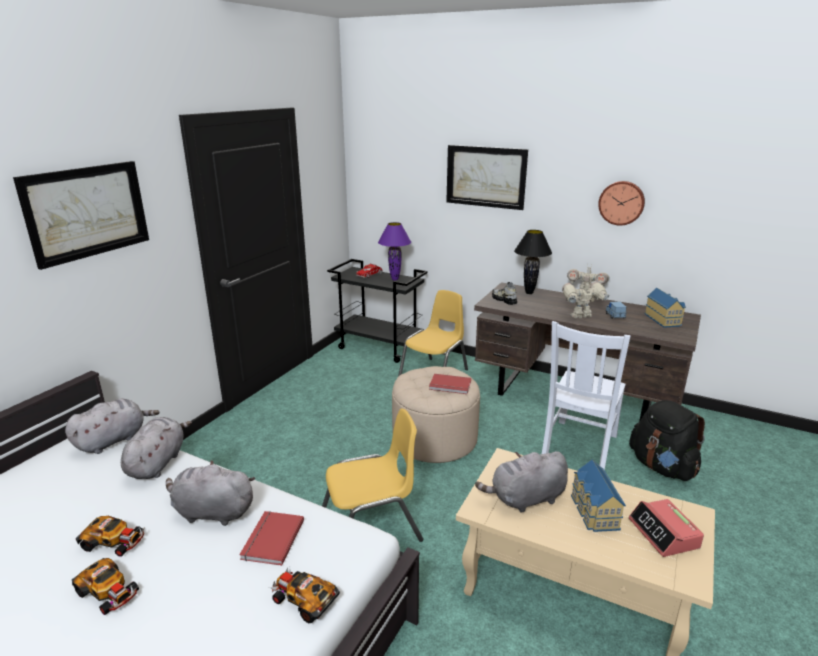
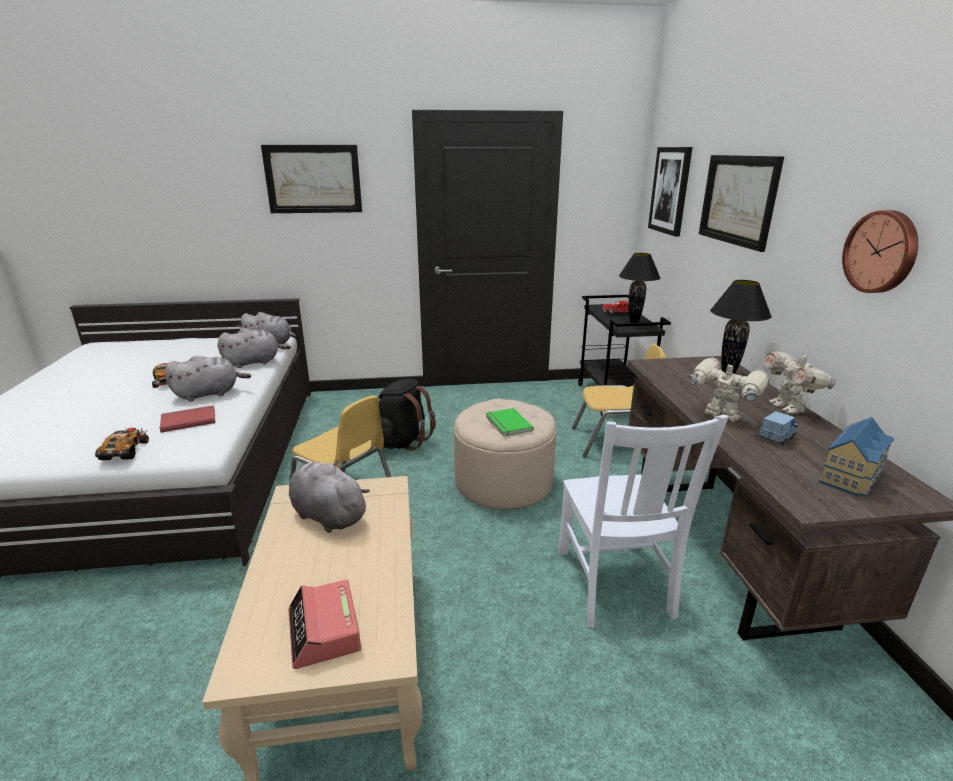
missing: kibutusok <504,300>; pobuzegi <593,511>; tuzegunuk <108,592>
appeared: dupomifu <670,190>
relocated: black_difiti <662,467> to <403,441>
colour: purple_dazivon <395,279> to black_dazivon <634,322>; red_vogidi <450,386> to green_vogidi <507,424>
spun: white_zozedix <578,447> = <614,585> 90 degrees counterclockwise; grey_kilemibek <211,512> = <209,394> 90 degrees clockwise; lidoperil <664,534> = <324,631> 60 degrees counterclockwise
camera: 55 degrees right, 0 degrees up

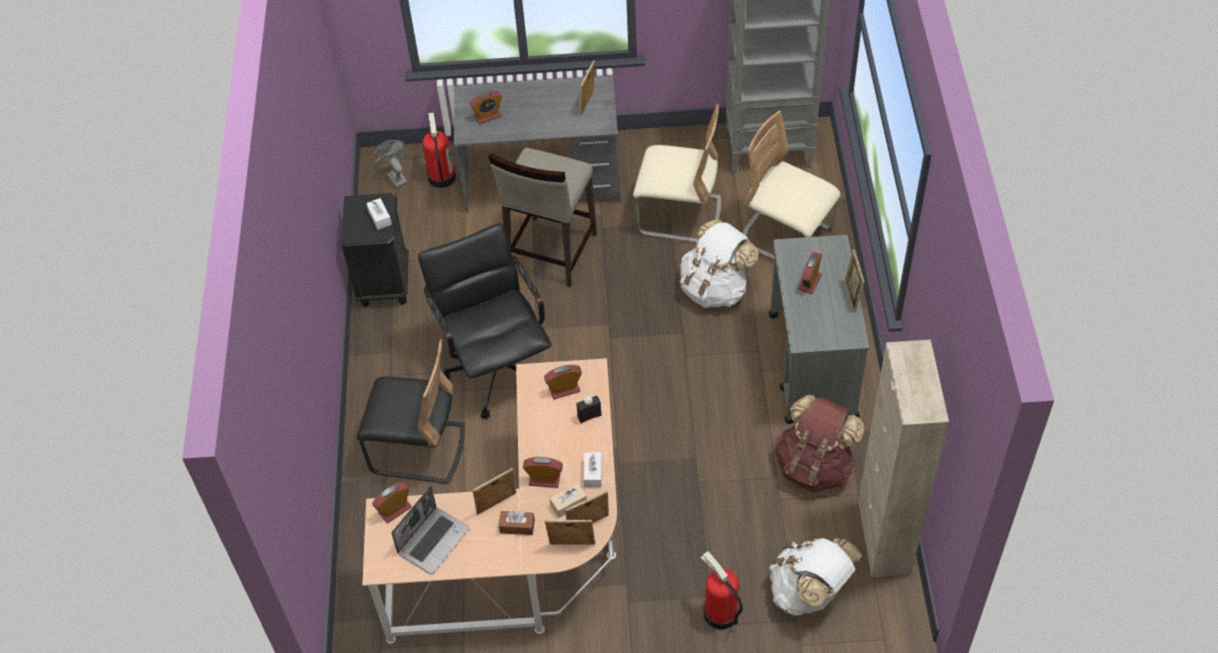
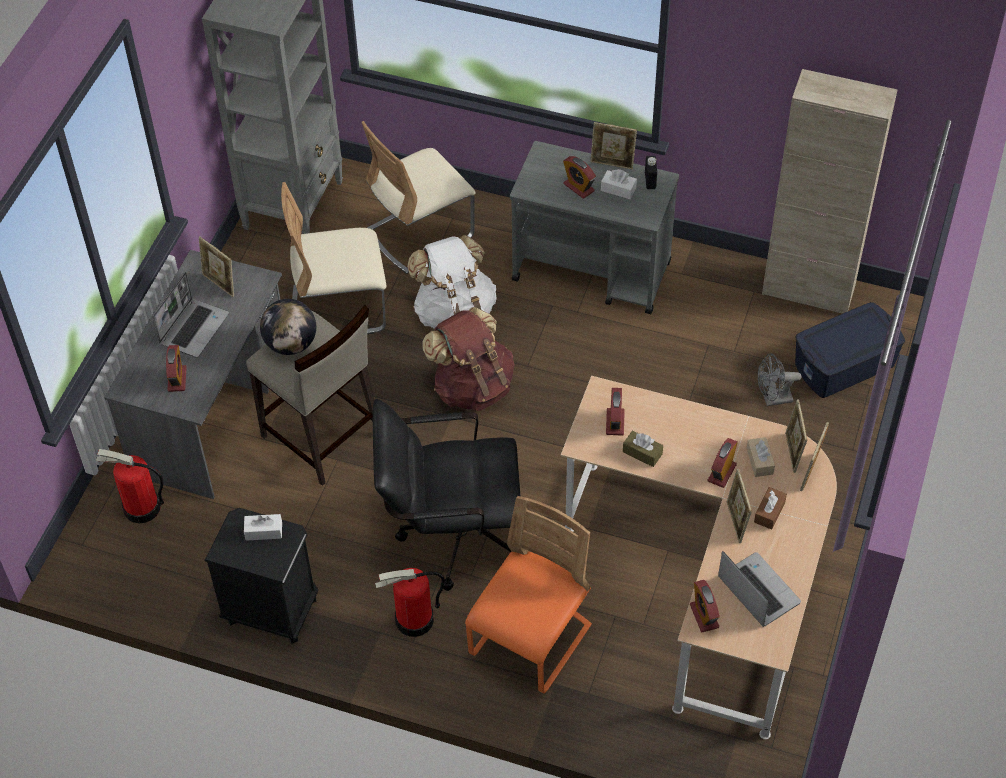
appeared: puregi <194,328>; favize <291,344>; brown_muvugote <642,453>
relocated: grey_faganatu <395,177> to <773,399>; brown_difiti <814,466> to <472,386>; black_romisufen <589,416> to <650,181>; white_muvugote <593,473> to <618,189>; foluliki <720,613> to <414,620>
exchanged: white_difiti <809,592> to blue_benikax <845,365>
colour: black_zozedix <418,449> to orange_zozedix <530,641>
spun: beige_zozedix <679,216> = <339,309> 135 degrees counterclockwise
camera: 70 degrees left, 0 degrees up

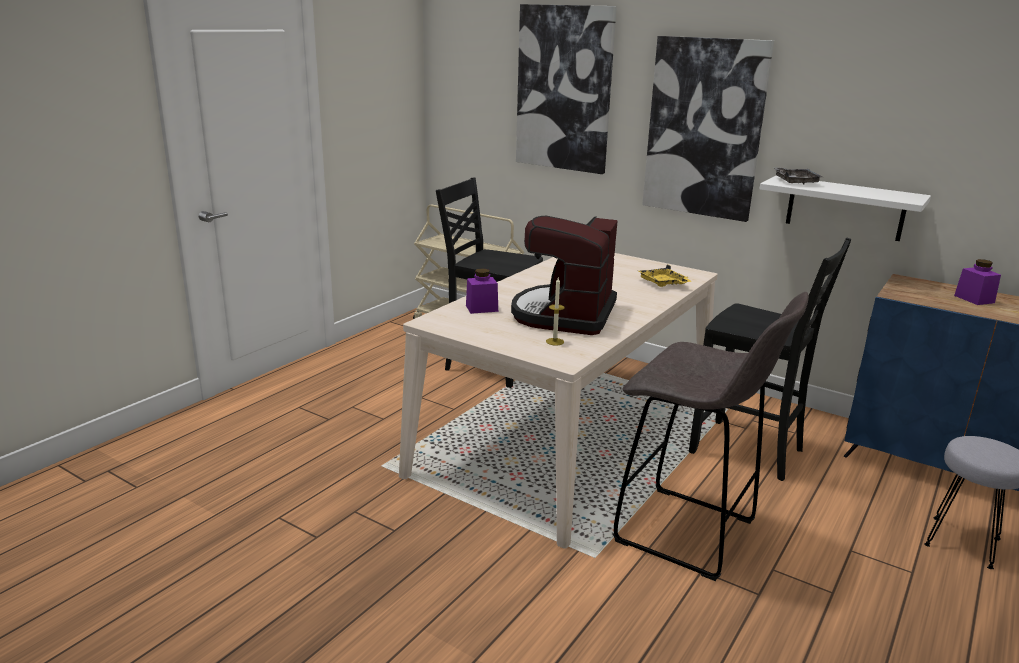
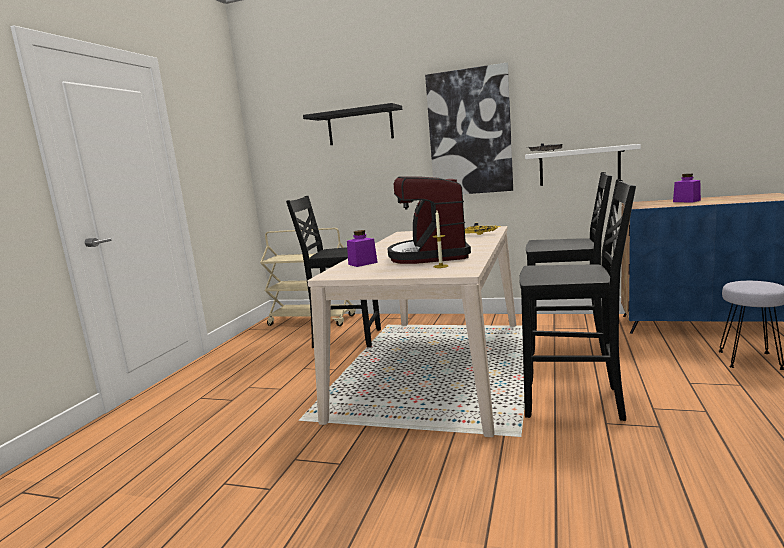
exchanged: dupomifu <564,89> to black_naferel <360,126>; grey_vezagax <689,533> to black_zozedix <575,402>
camera: 15 degrees left, 10 degrees down

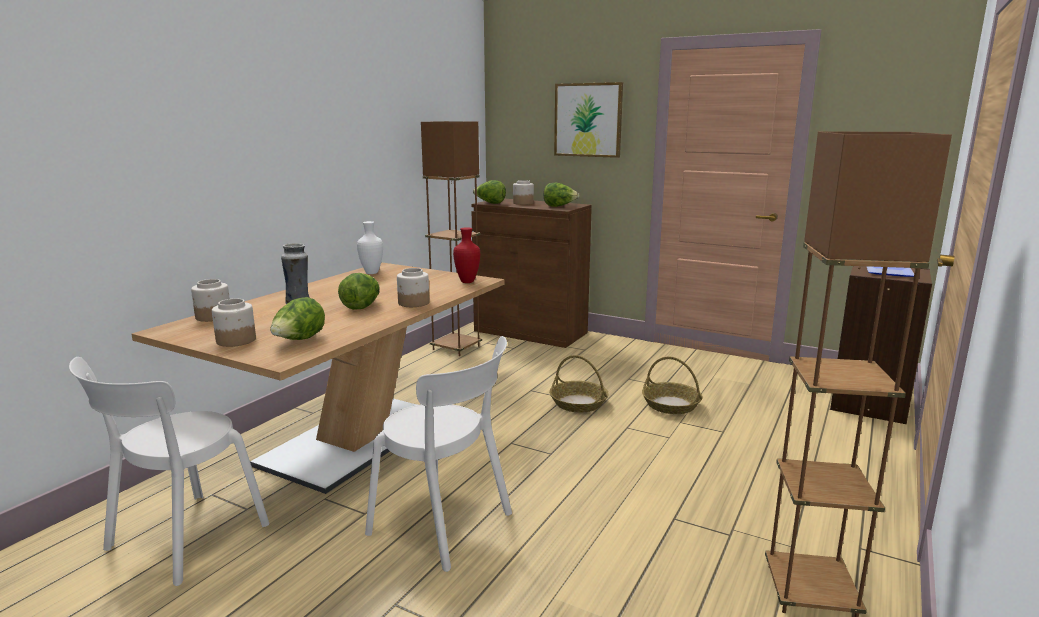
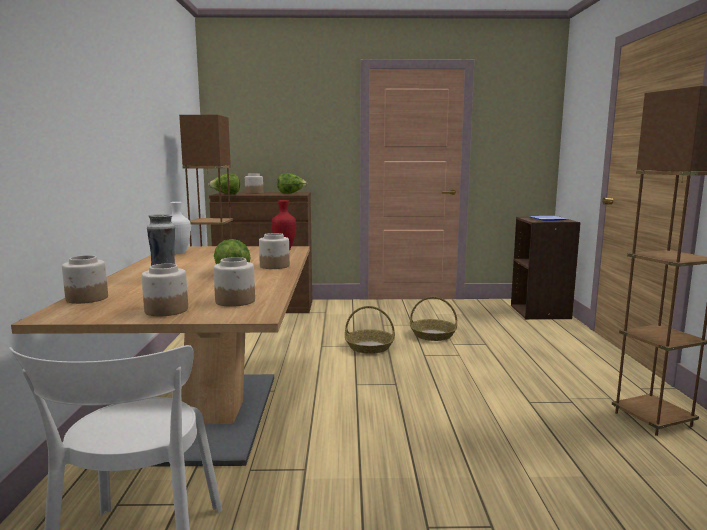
missing: dupomifu <588,120>; white_zozedix <445,525>
exchanged: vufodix <299,340> to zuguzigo <235,301>
camera: 30 degrees left, 5 degrees down

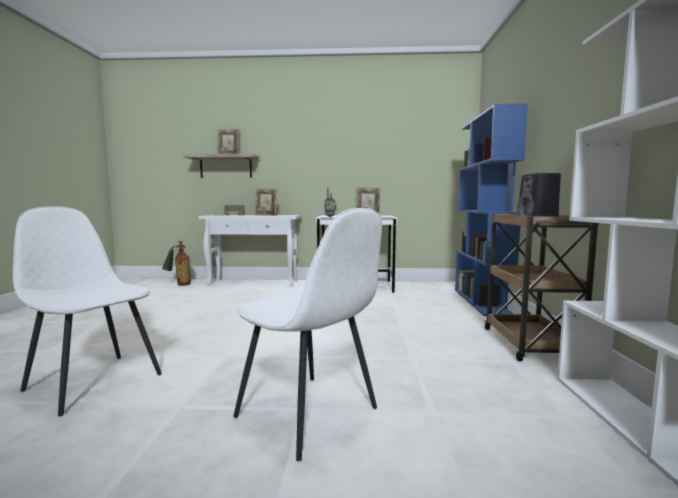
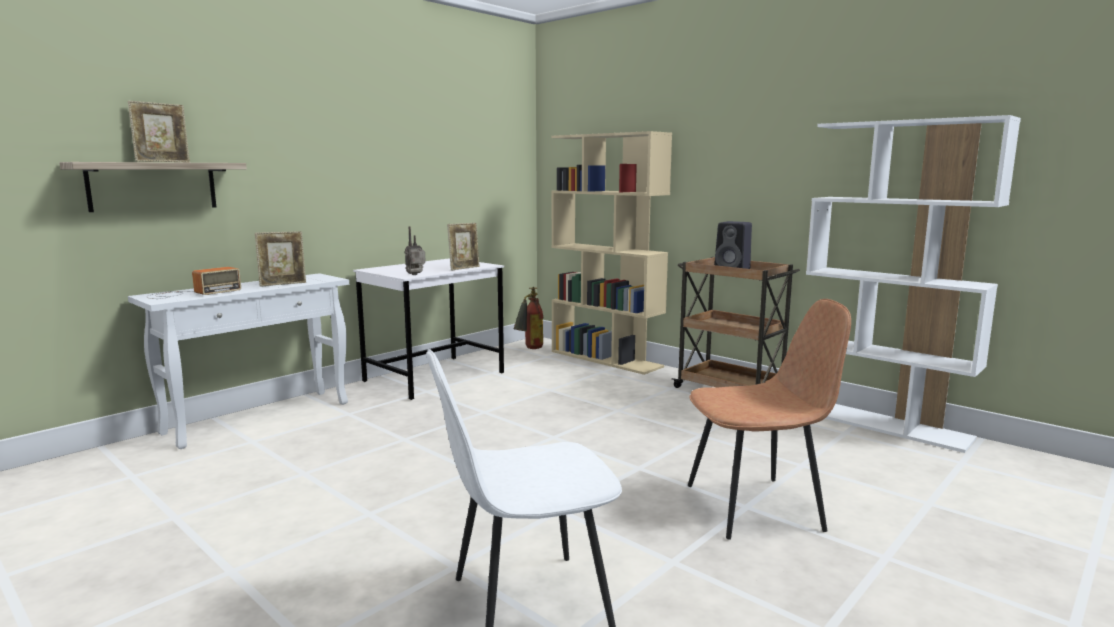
relocated: foluliki <178,284> to <529,348>
colour: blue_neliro <482,301> to beige_neliro <606,359>; white_zozedix <309,414> to brown_zozedix <757,507>
camera: 50 degrees left, 5 degrees up

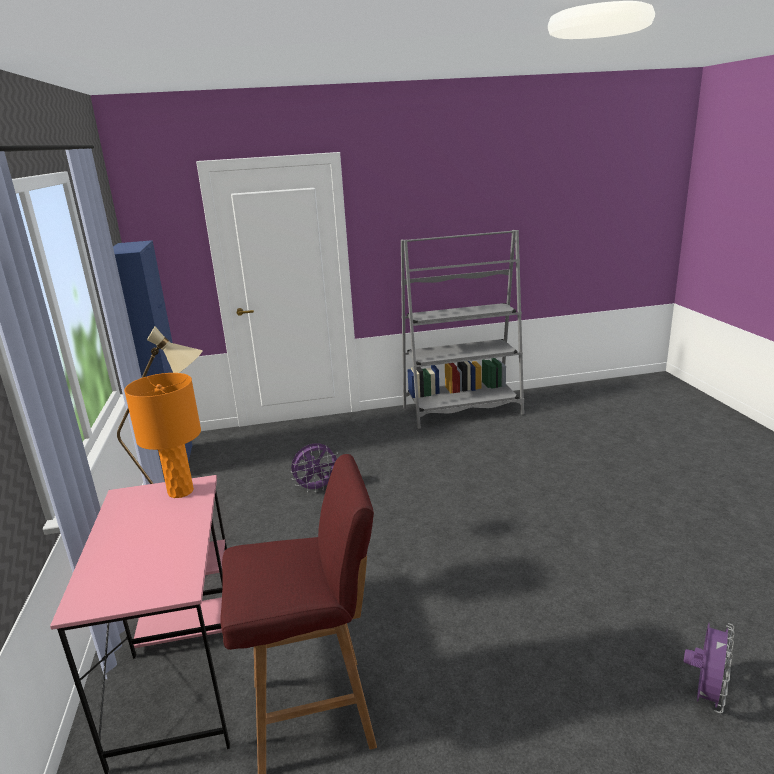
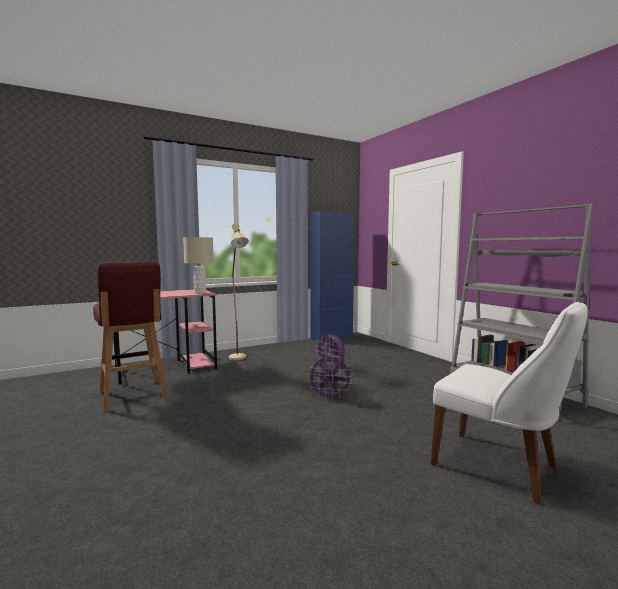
appeared: white_zozedix <500,467>
relocated: purple_faganatu <705,695> to <330,397>
colour: orange_dazivon <180,491> to beige_dazivon <200,292>
camera: 70 degrees right, 15 degrees down

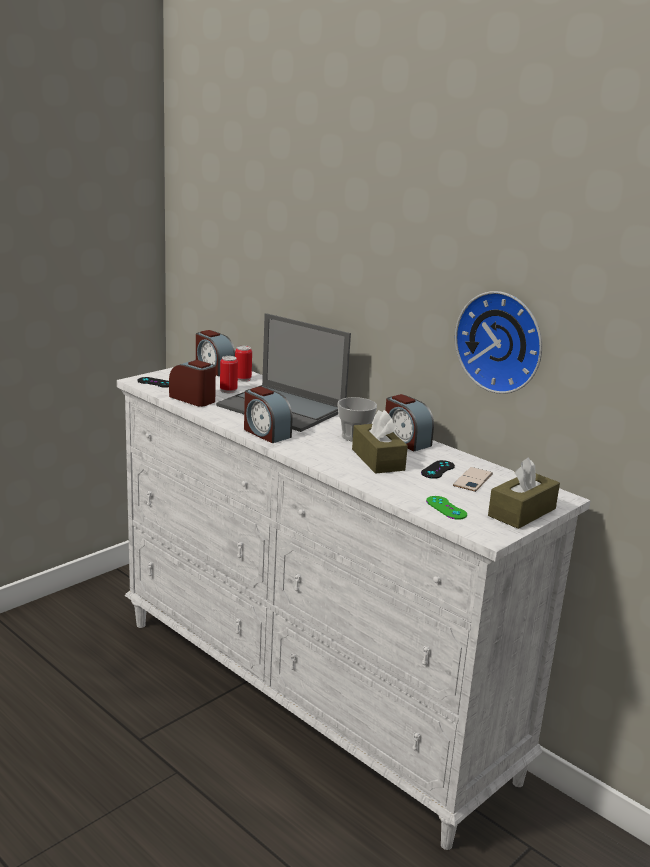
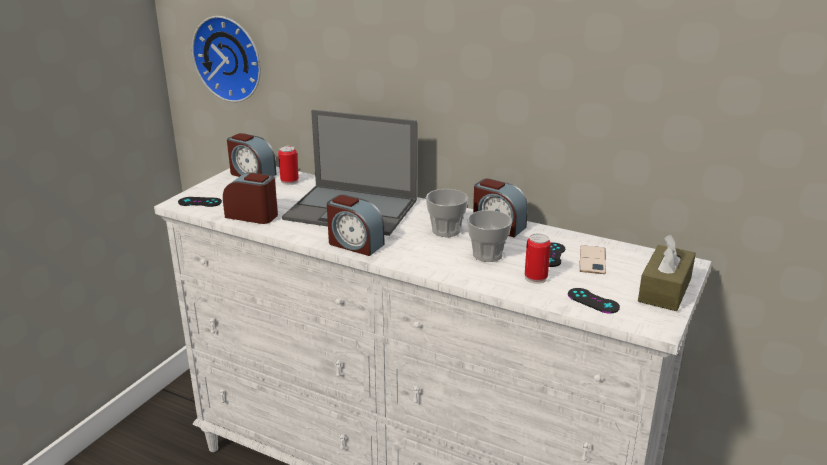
relocated: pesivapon <502,341> to <230,58>; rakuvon <228,390> to <535,278>
exchanged: brown_muvugote <378,460> to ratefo <487,255>
colour: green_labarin <446,508> to black_labarin <593,301>
camera: 15 degrees left, 5 degrees up

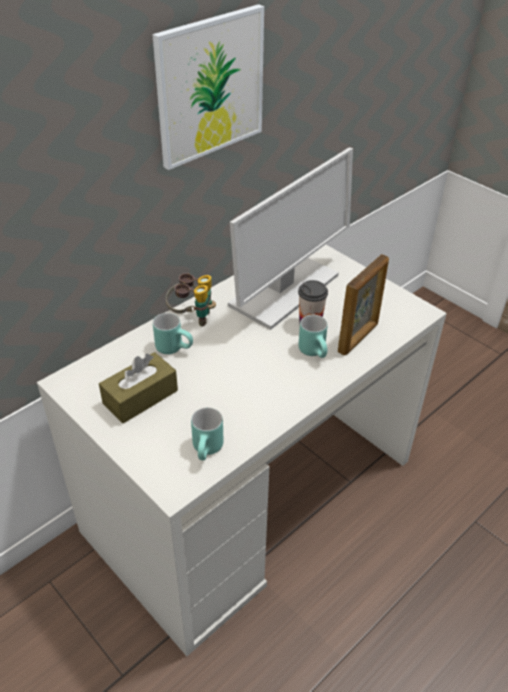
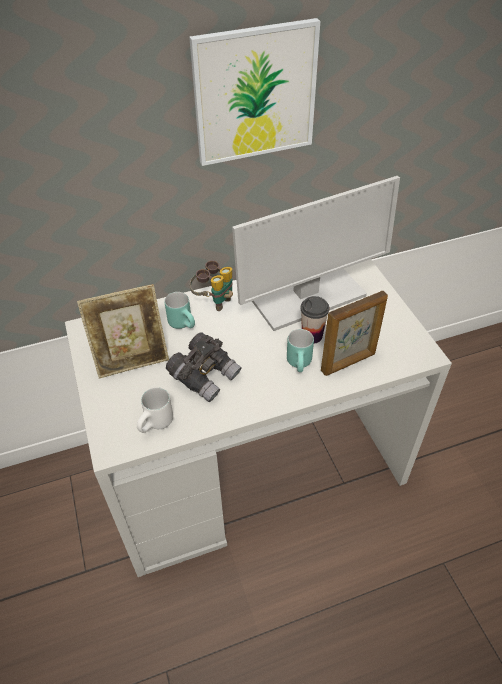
appeared: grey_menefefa <205,376>
exchanged: brown_muvugote <140,397> to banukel <132,359>
colour: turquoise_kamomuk <208,450> to white_kamomuk <157,425>
camera: 25 degrees right, 5 degrees up

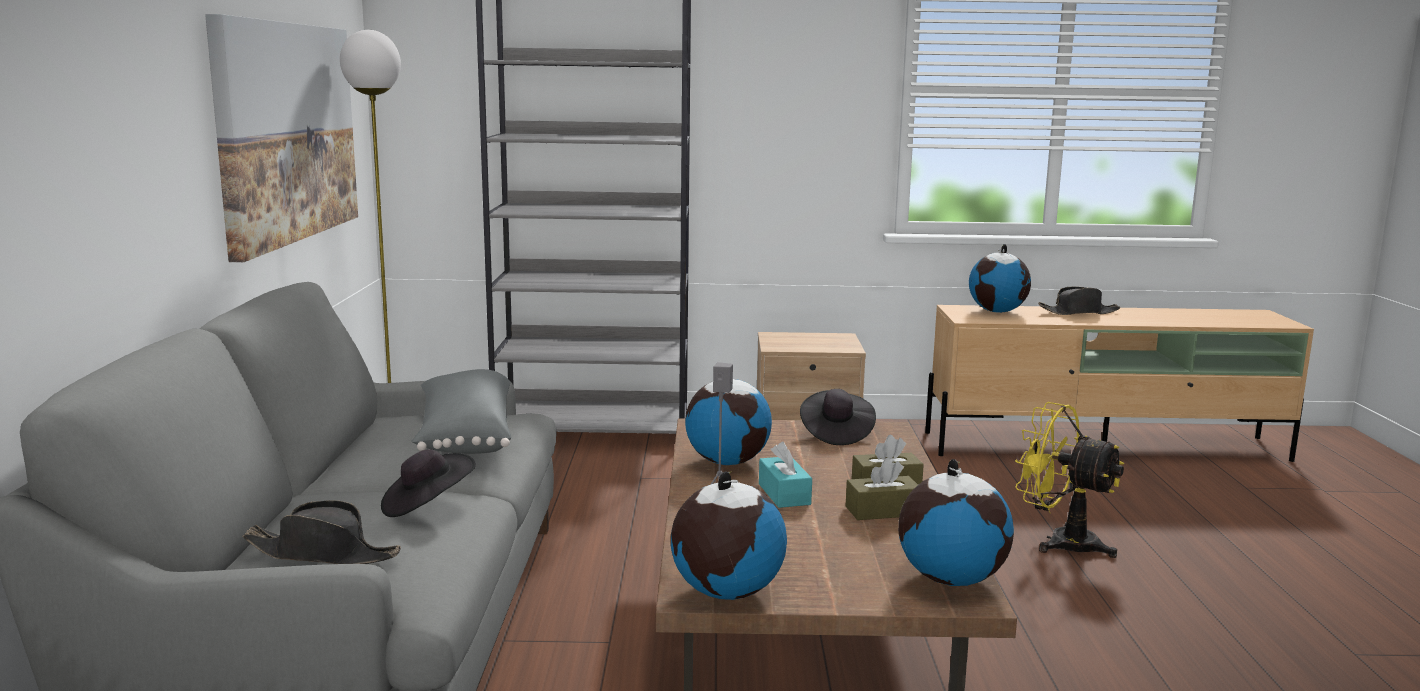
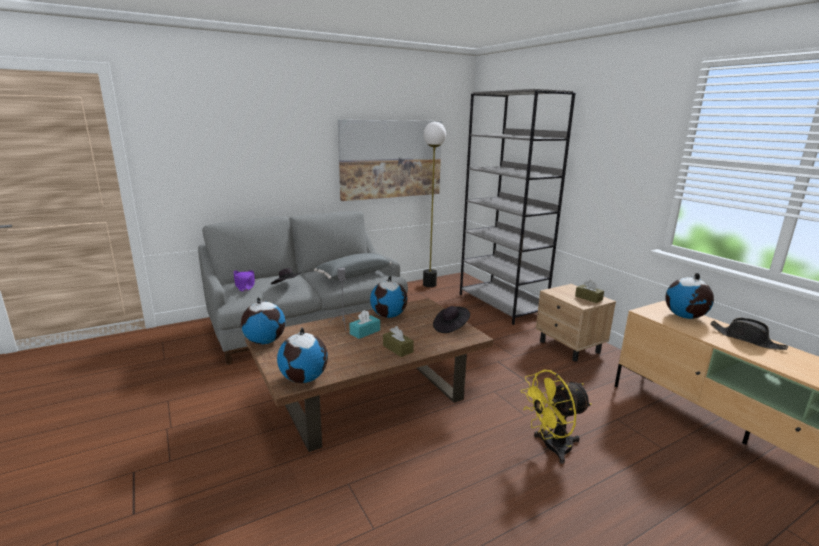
relocated: brown_muvugote <882,511> to <588,298>
colour: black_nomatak <323,554> to purple_nomatak <245,285>
spun: yellow_faganatu <1060,542> = <551,448> 120 degrees counterclockwise
camera: 60 degrees right, 5 degrees up

